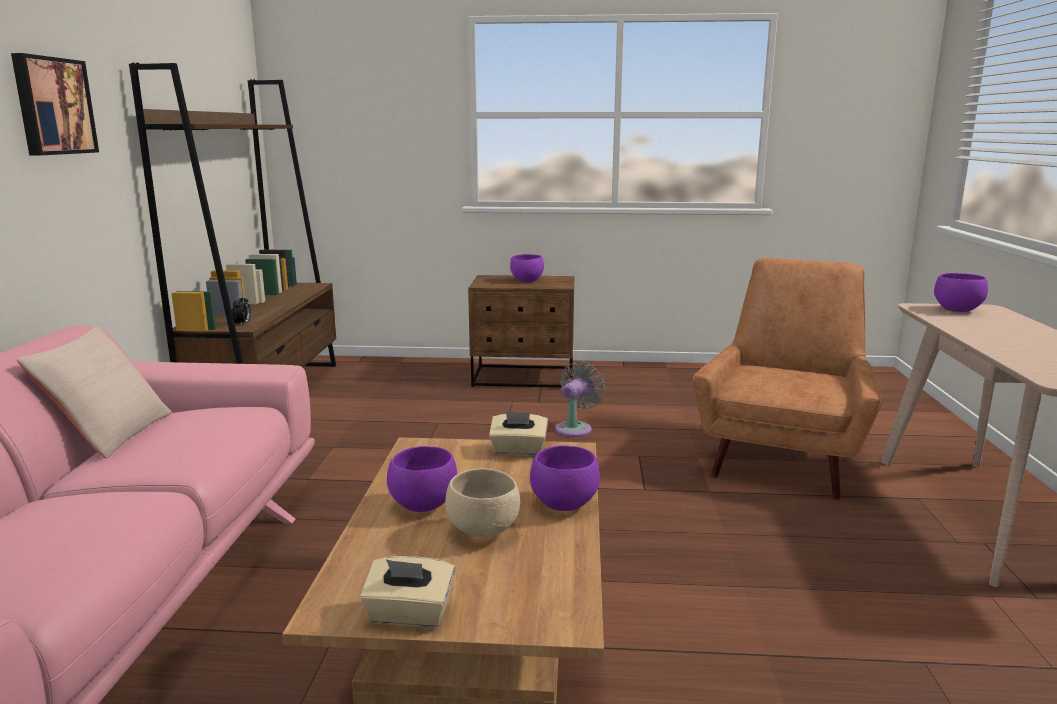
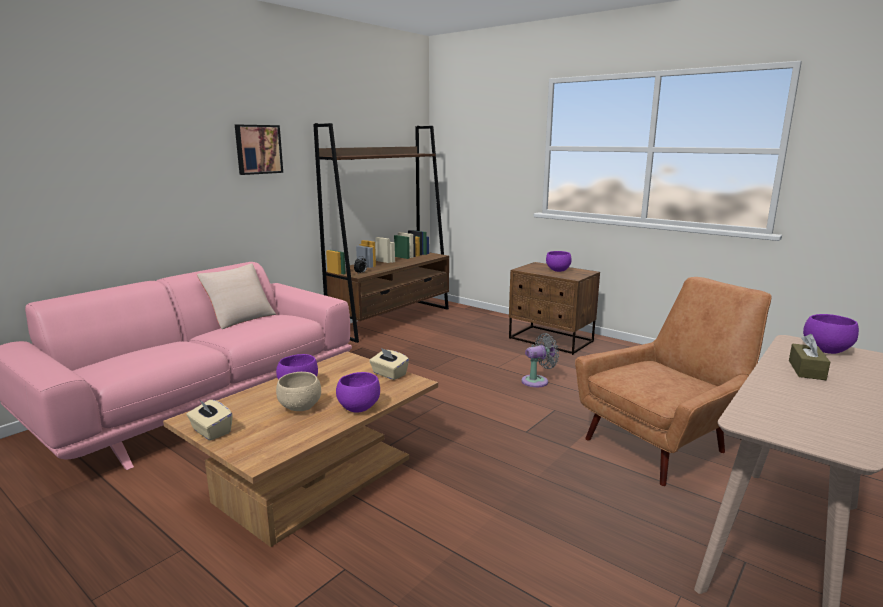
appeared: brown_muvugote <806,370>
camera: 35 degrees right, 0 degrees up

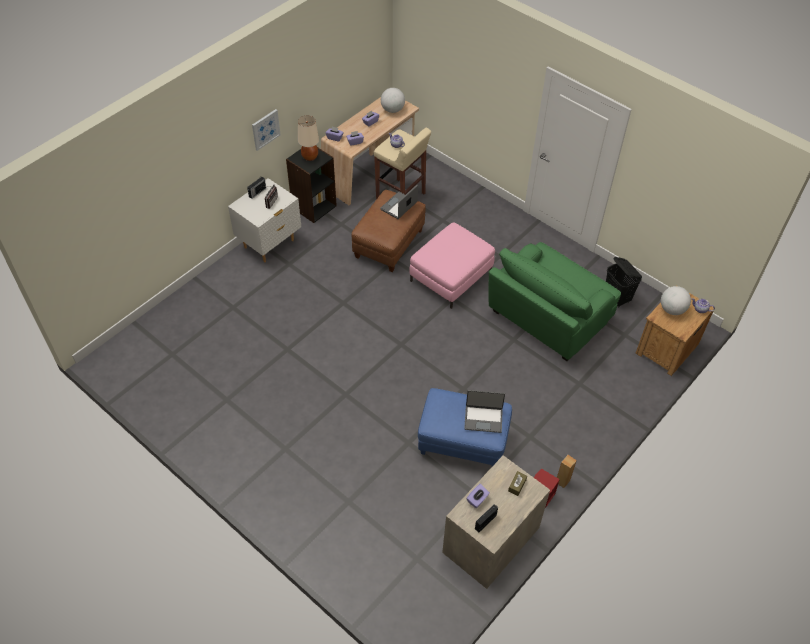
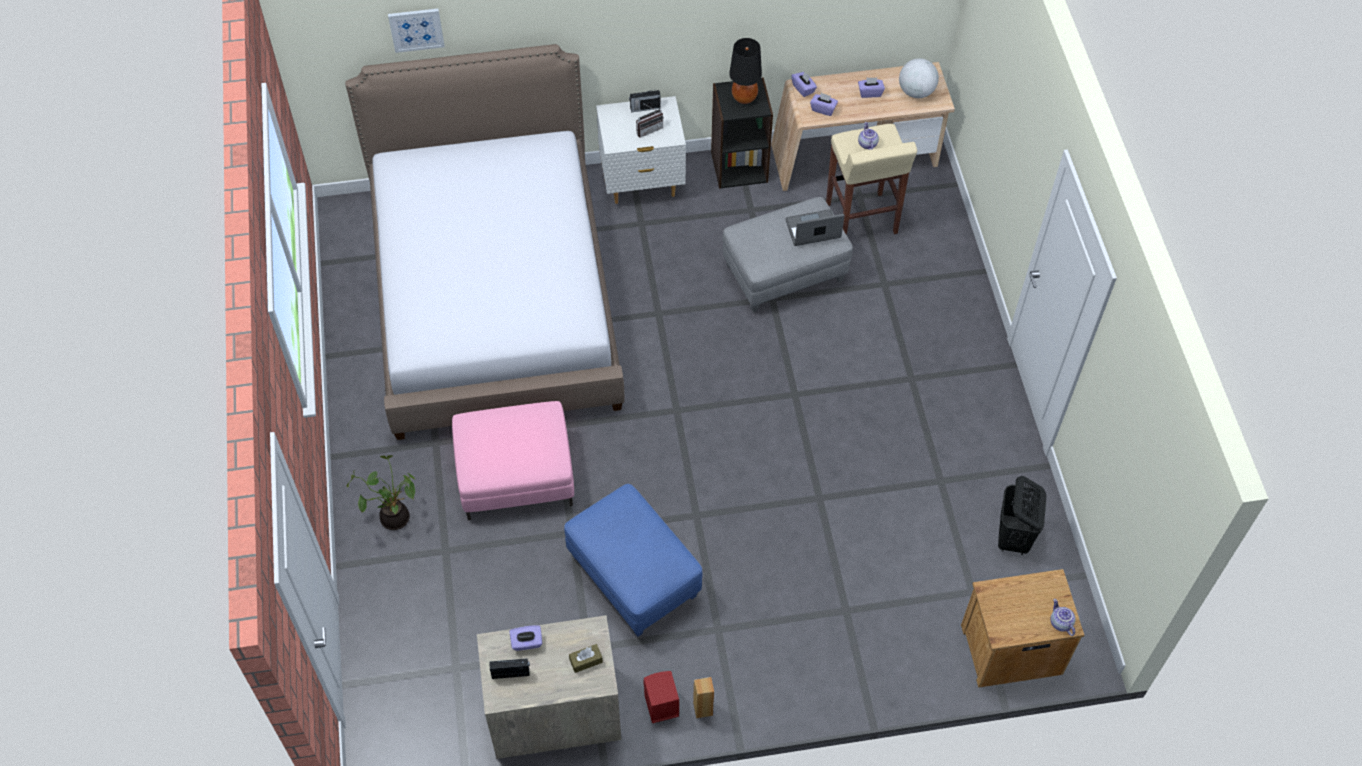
missing: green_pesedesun <547,318>; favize <672,309>; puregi <483,418>
appeared: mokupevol <494,297>; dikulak <394,516>
relocated: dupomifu <265,129> to <416,29>; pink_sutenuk <451,276> to <516,475>
colour: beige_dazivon <310,157> to black_dazivon <744,97>; brown_sutenuk <389,245> to grey_sutenuk <784,274>
camera: 40 degrees right, 5 degrees up

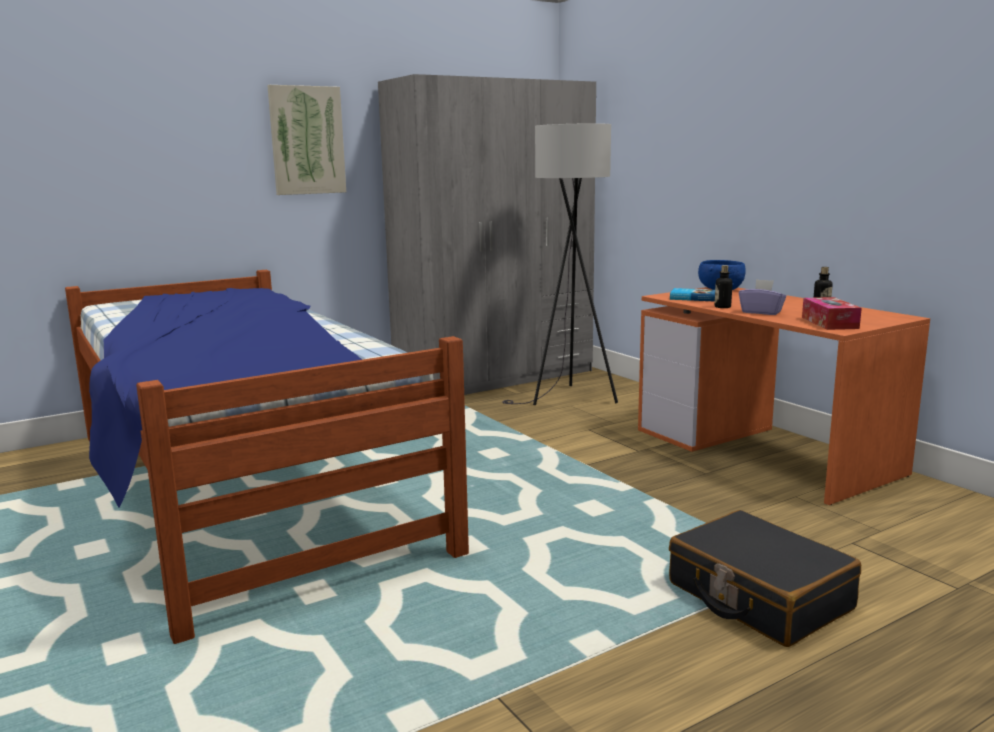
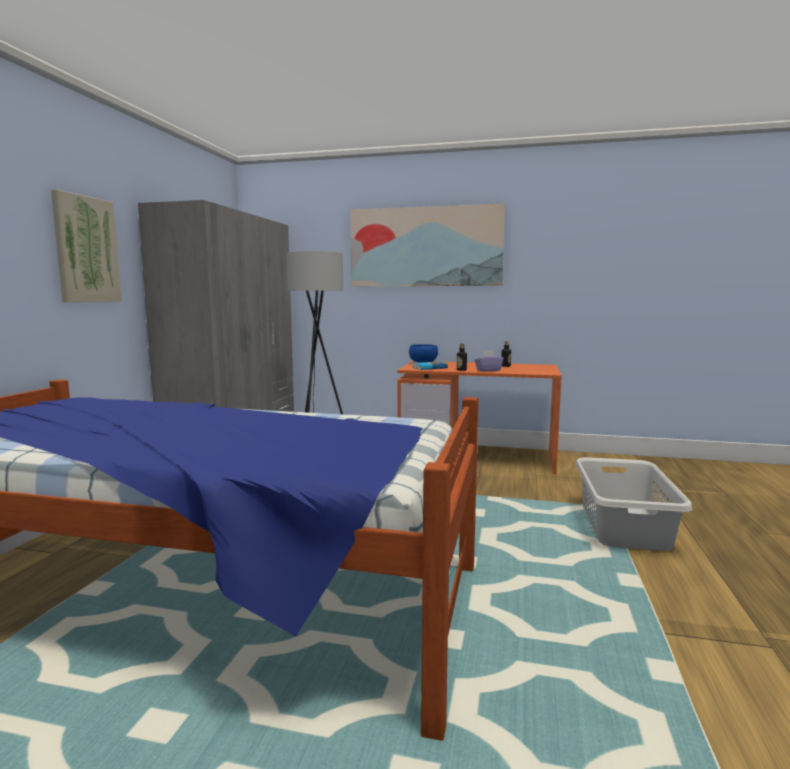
missing: muvugote <829,323>
appeared: dupomifu <425,247>
exchanged: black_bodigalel <758,596> to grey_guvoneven <624,525>
camera: 45 degrees left, 5 degrees down

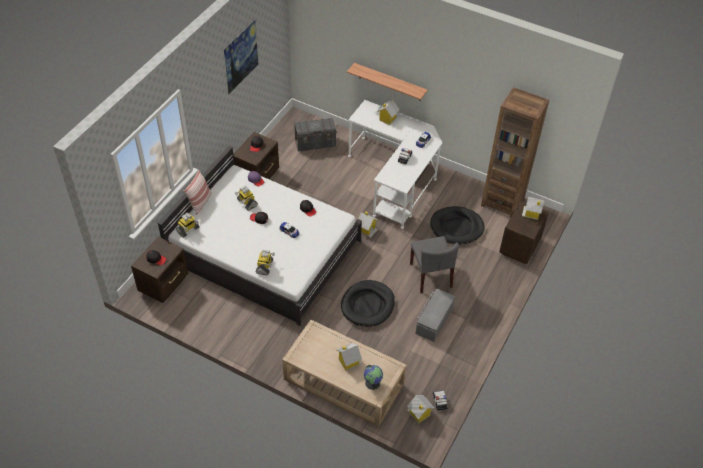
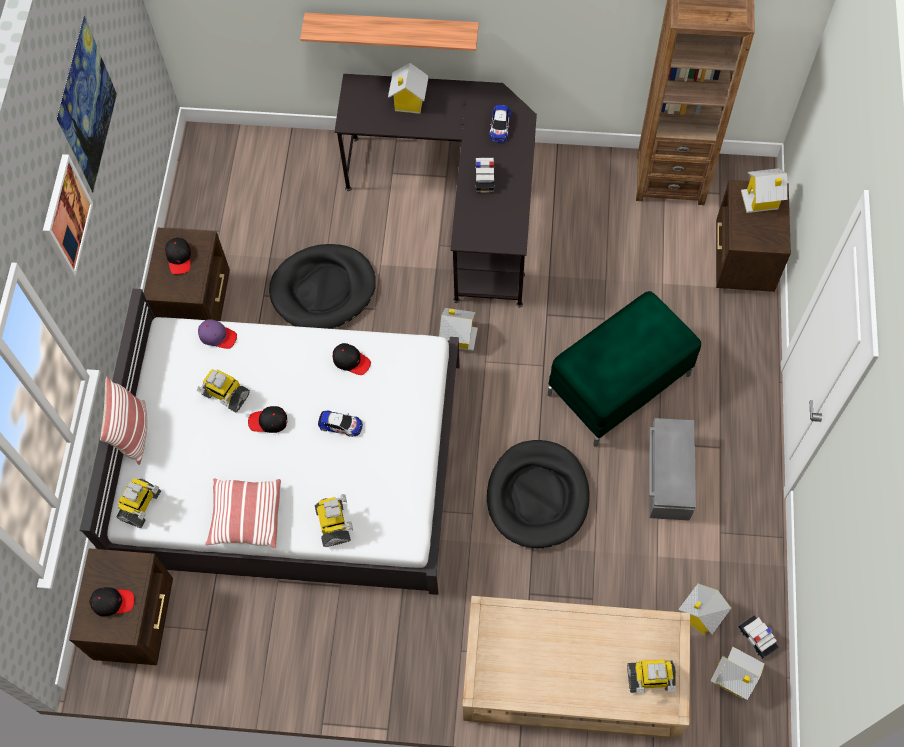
missing: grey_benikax <315,143>
appeared: dupomifu <65,216>; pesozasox <245,517>
relocated: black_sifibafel <456,227> to <323,290>; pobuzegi <349,361> to <700,614>
exchanged: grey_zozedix <431,275> to green_sutenuk <619,385>; favize <373,383> to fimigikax <650,679>
colour: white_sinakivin <396,178> to black_sinakivin <457,202>
camera: 20 degrees left, 15 degrees up

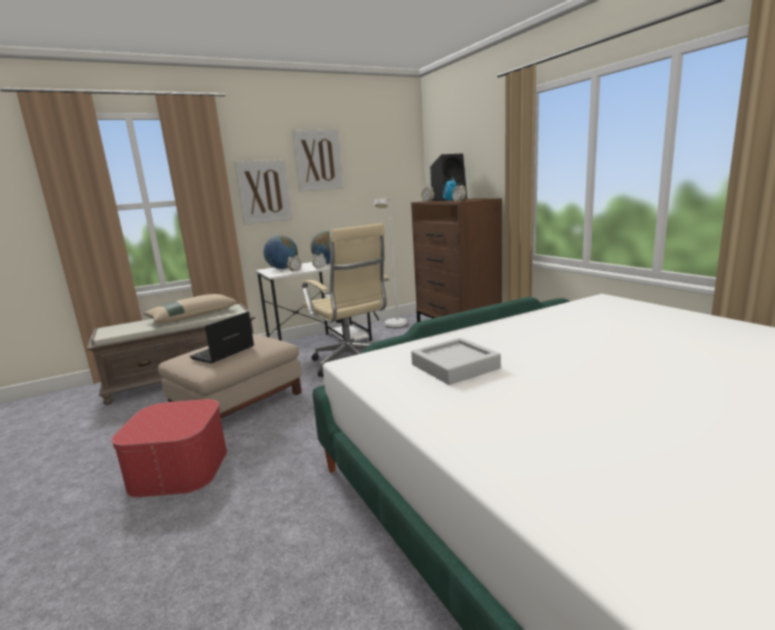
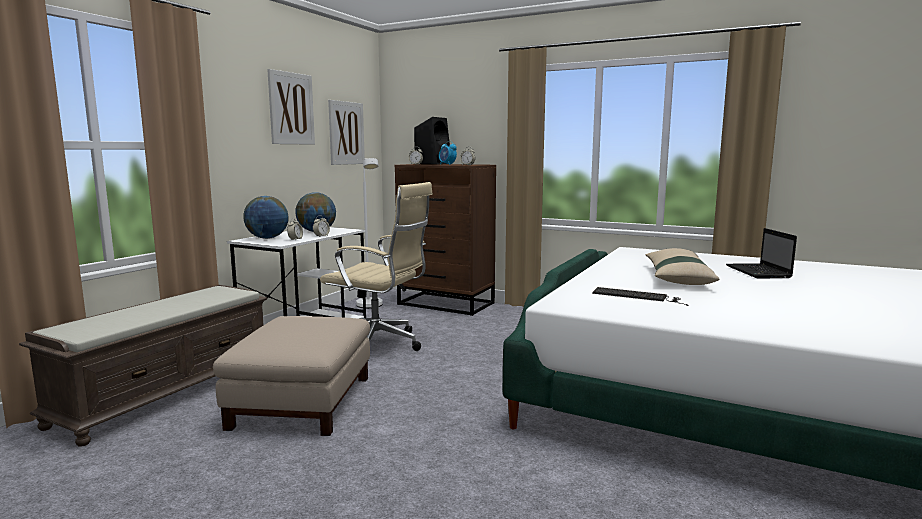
missing: sutenuk <179,469>
relocated: dupomifu <264,192> to <346,133>; beige_pesozasox <192,316> to <677,277>; puregi <222,353> to <759,272>
exchanged: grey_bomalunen <455,366> to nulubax <638,296>
camera: 35 degrees left, 5 degrees down

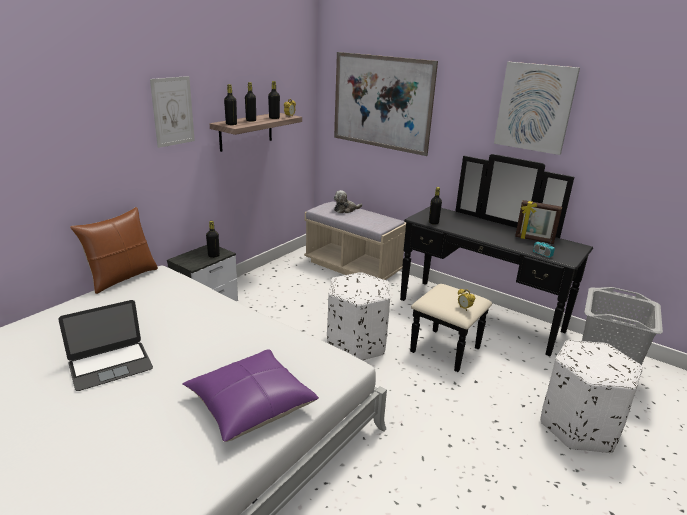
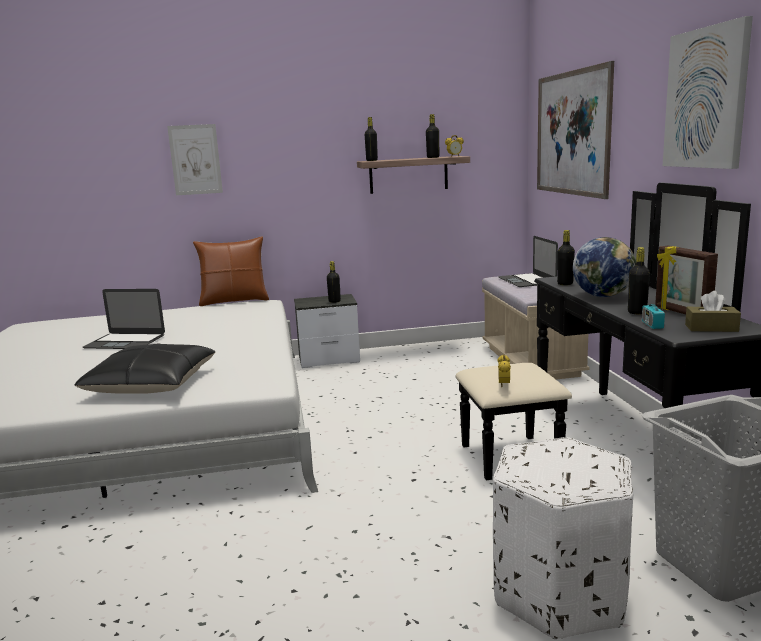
missing: white_sutenuk <356,344>
appeared: favize <603,296>; brown_muvugote <711,328>
relocated: dupomifu <173,111> to <195,159>; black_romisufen <251,120> to <637,312>
exchanged: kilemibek <345,210> to puregi <527,280>
colour: purple_pesozasox <250,404> to black_pesozasox <151,384>
camera: 45 degrees right, 10 degrees down

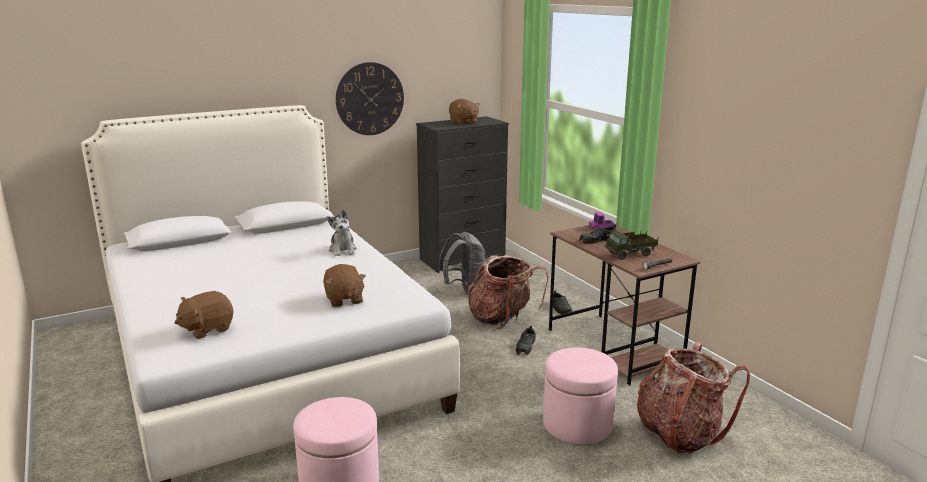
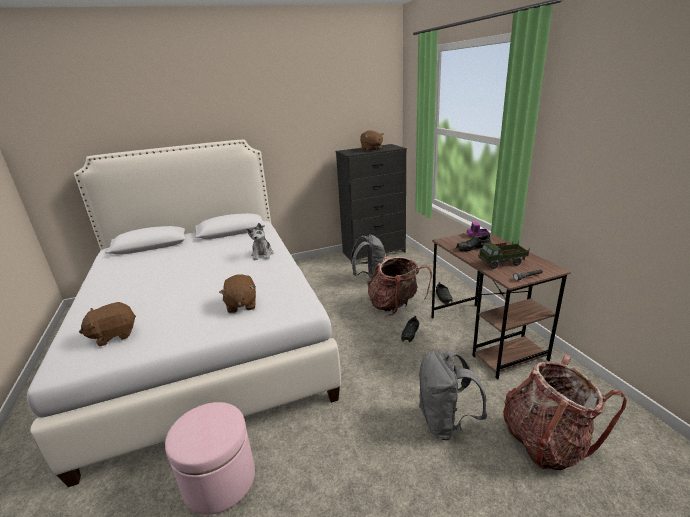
missing: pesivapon <370,99>
exchanged: pink_sutenuk <577,424> to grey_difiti <445,422>
camera: 10 degrees right, 5 degrees up

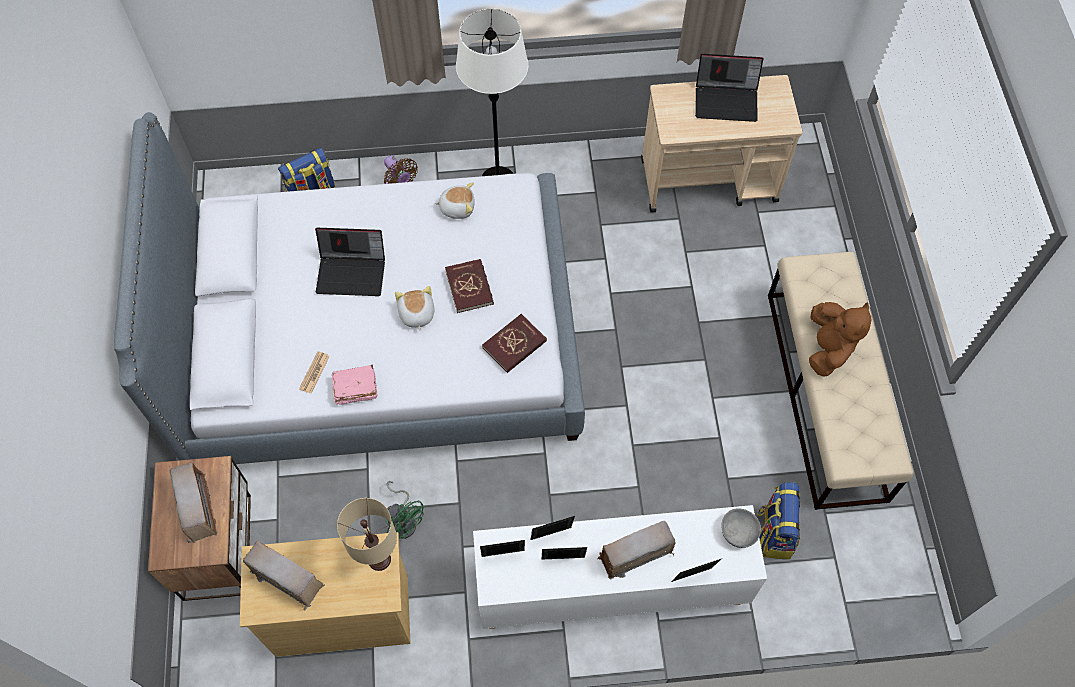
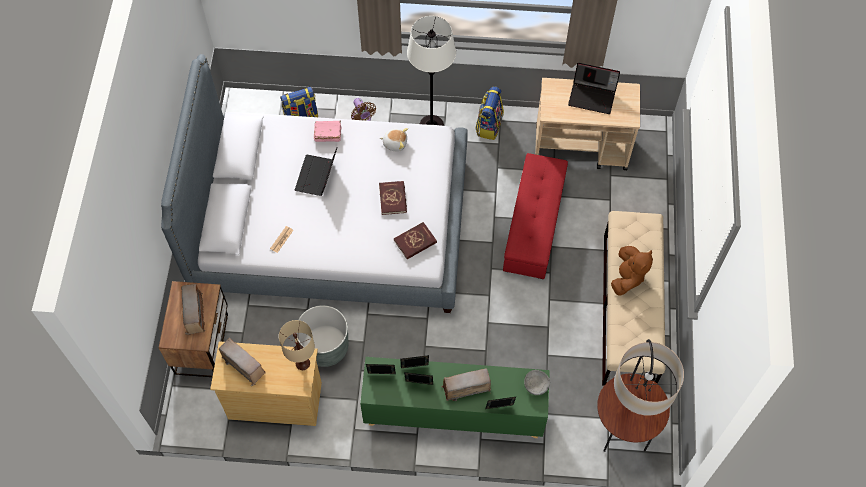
missing: kilemibek <416,314>
appeared: red_sutenuk <533,225>; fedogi <622,430>
relocated: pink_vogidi <355,389> to <327,134>; difiti <774,532> to <489,125>
exchanged: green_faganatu <404,520> to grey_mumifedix <325,347>
colour: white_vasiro <610,586> to green_vasiro <453,412>
spun: puregi <352,272> = <317,177> 90 degrees clockwise
camera: 10 degrees right, 0 degrees up

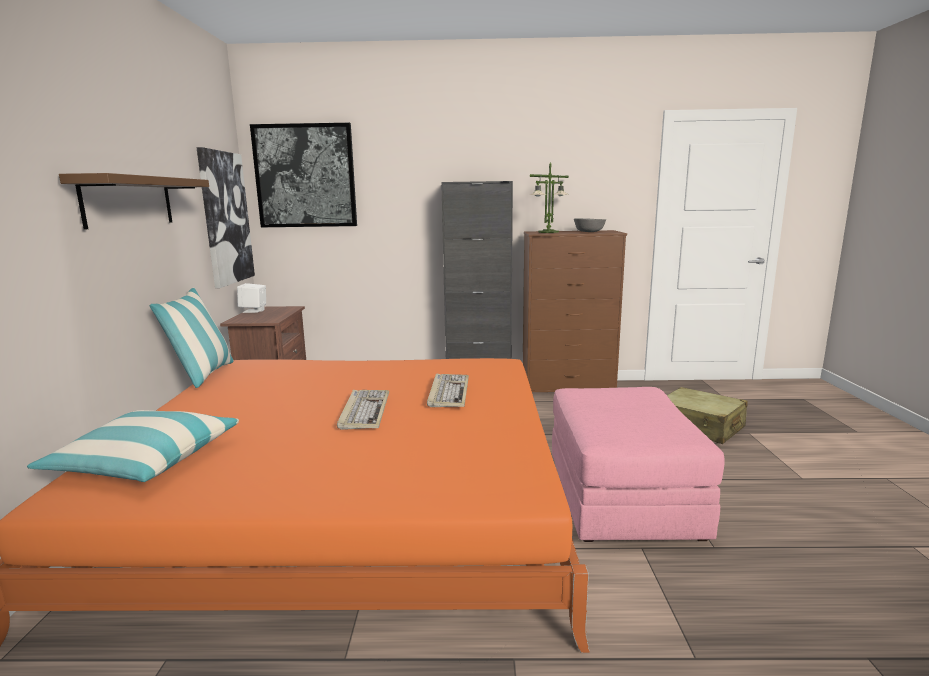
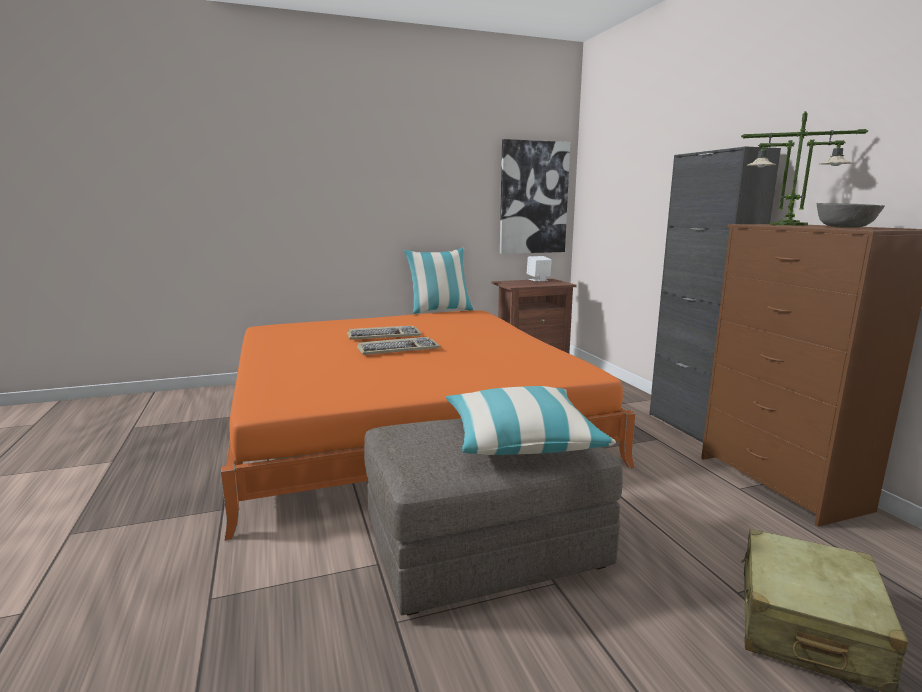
missing: dupomifu <305,176>; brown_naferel <129,201>
relocated: nulubax <448,393> to <384,336>; pesozasox <145,461> to <521,438>
colour: pink_sutenuk <621,495> to grey_sutenuk <485,545>
camera: 70 degrees right, 0 degrees up

